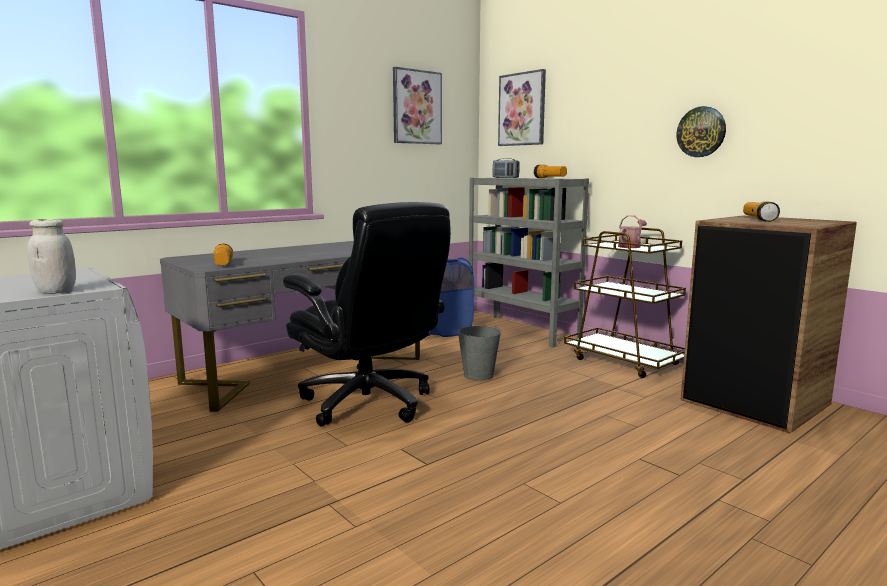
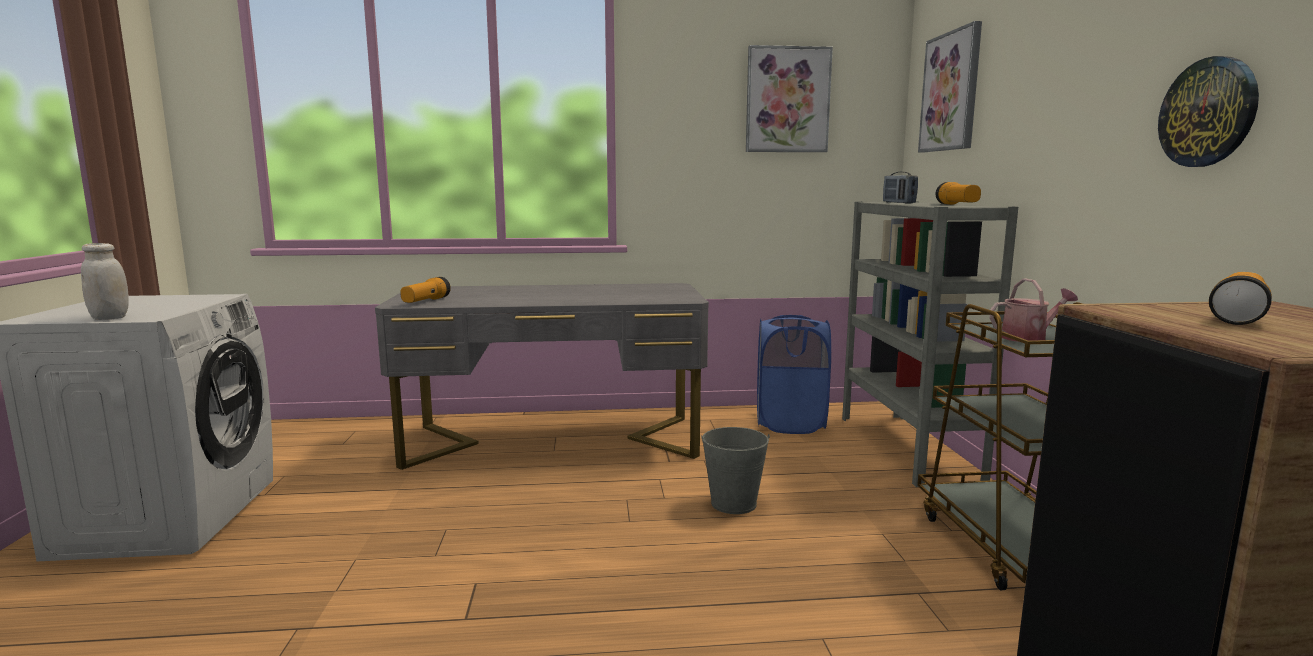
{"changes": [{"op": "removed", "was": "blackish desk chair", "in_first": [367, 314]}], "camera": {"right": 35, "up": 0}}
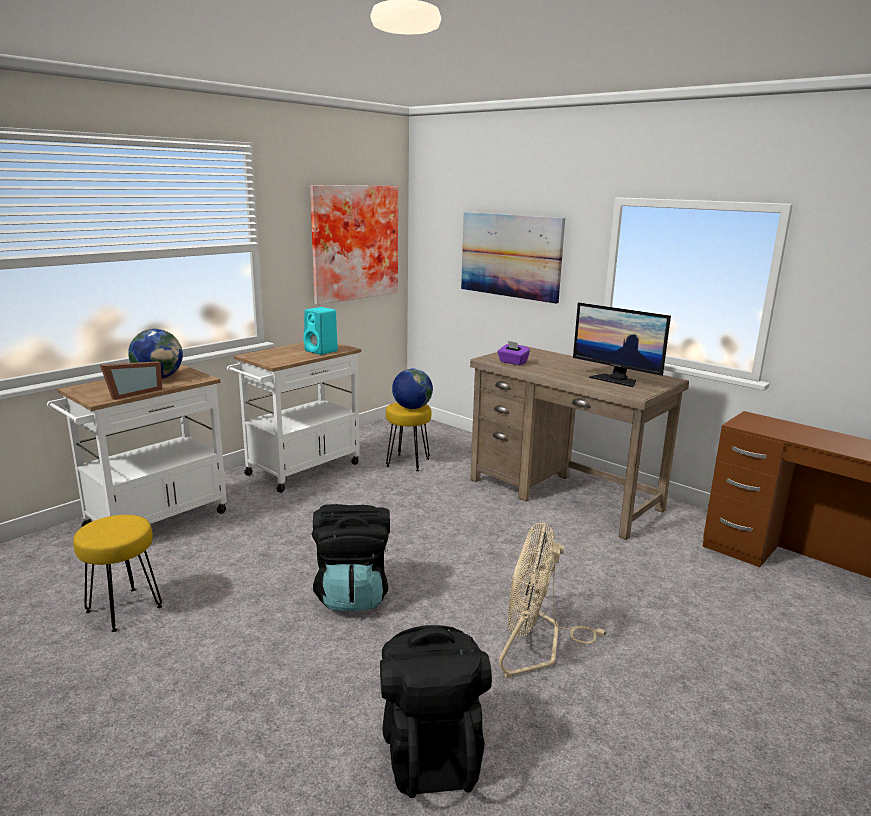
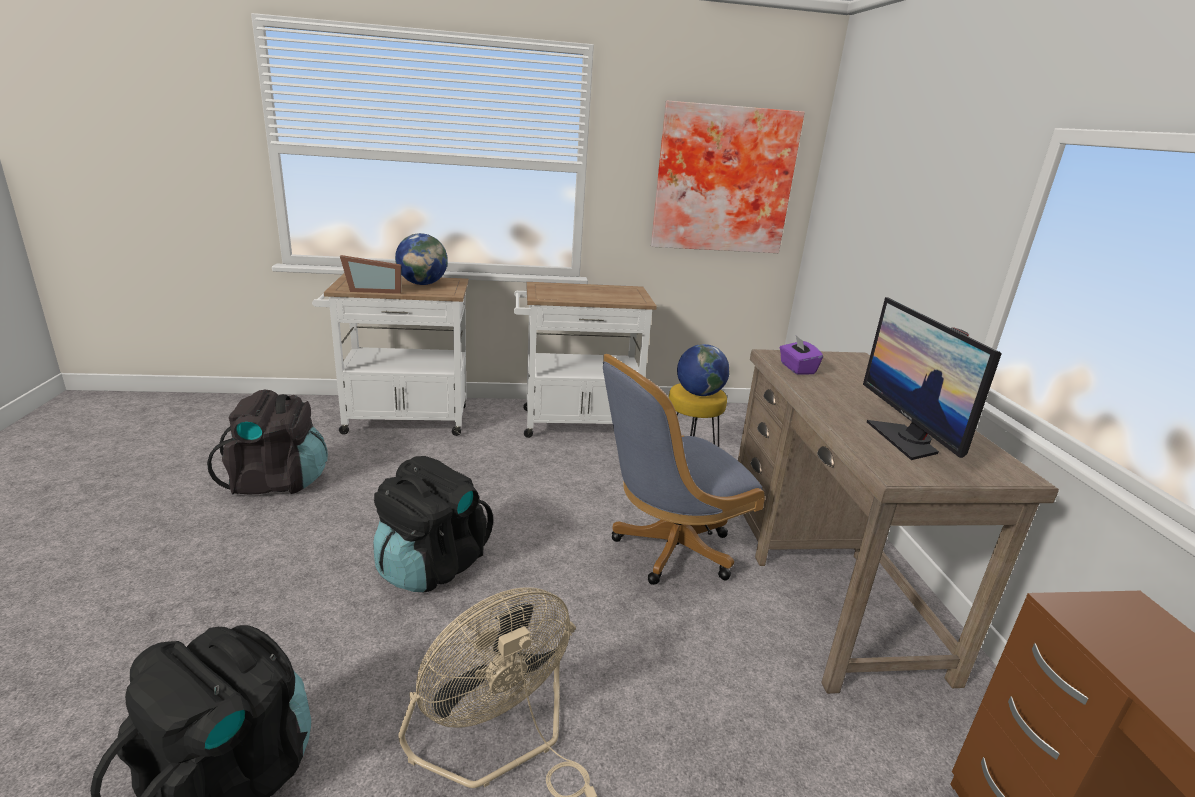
{"changes": [{"op": "replaced", "was": "yellow stool", "now": "blackish rucksack", "in_first": [117, 573], "in_second": [267, 442]}, {"op": "added", "now": "blue-coloured desk chair", "in_second": [684, 469]}, {"op": "removed", "was": "turquoise speaker", "in_first": [320, 331]}, {"op": "removed", "was": "wall art", "in_first": [513, 258]}], "camera": {"right": 40, "up": 5}}
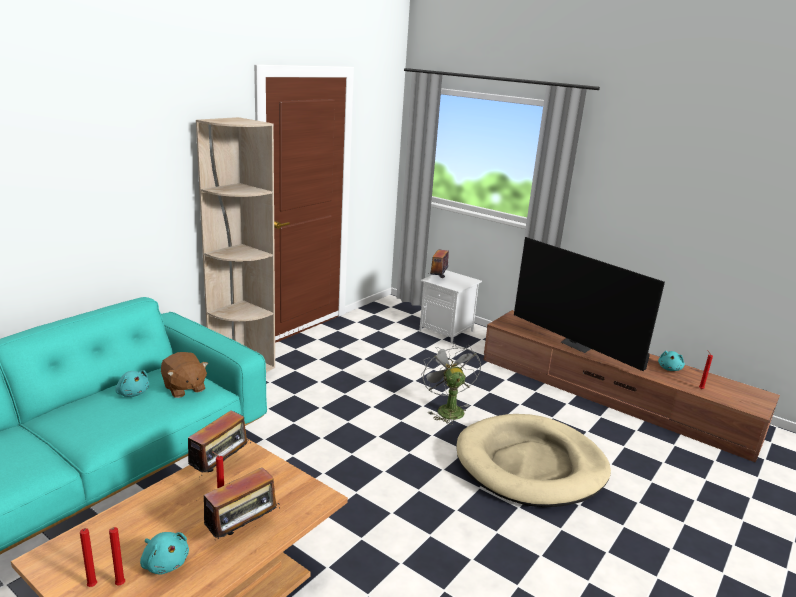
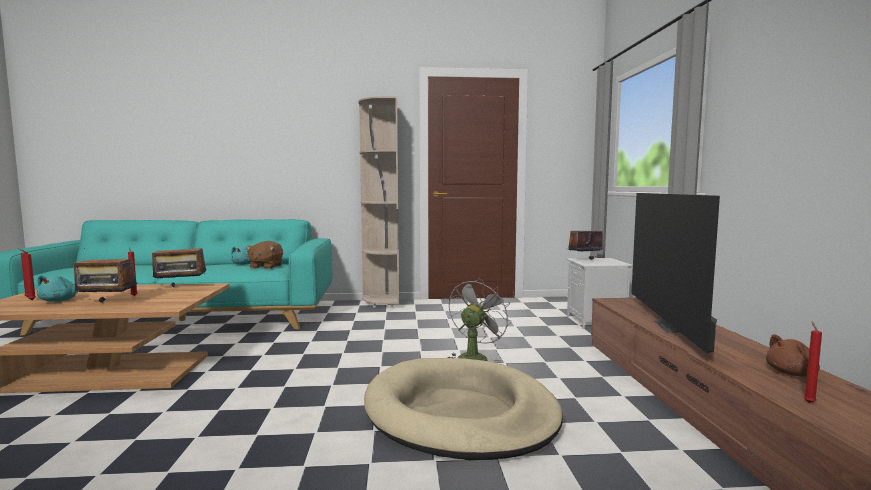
{"changes": [{"op": "recoloured", "was": "turquoise cuddly toy", "now": "brownish cuddly toy", "in_first": [671, 361], "in_second": [793, 355]}], "camera": {"right": 50, "up": -15}}
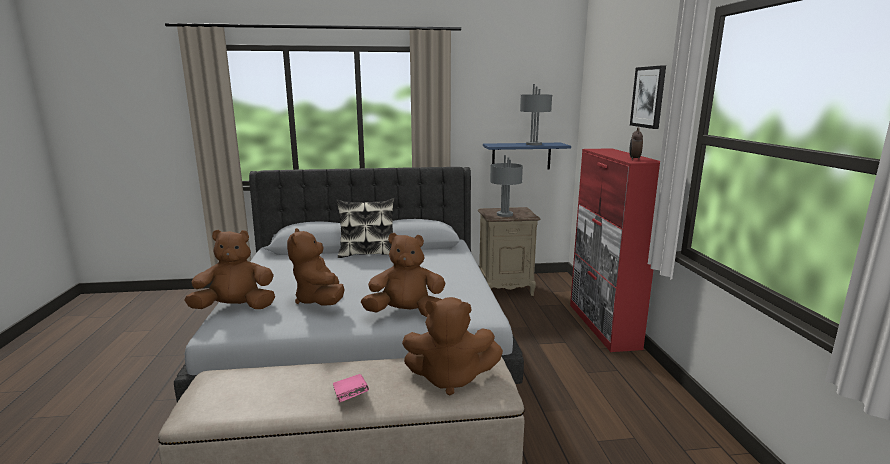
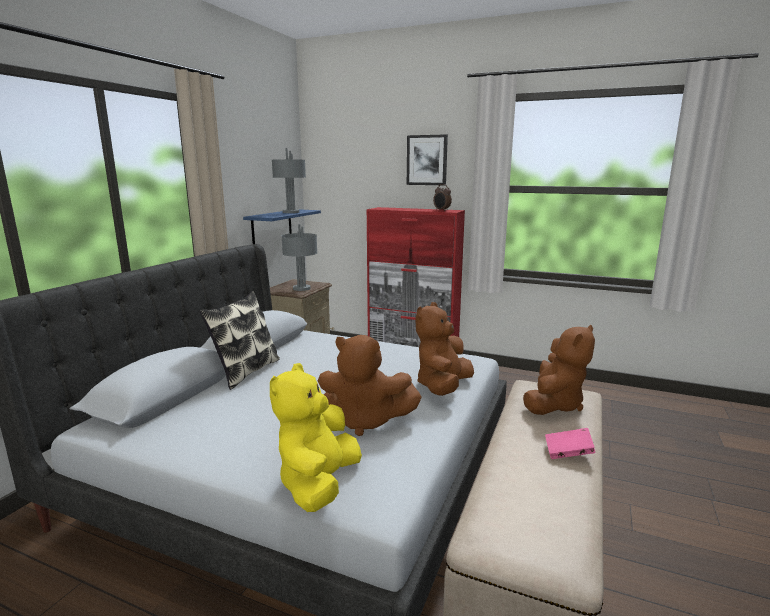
{"changes": [{"op": "recoloured", "was": "brownish cuddly toy", "now": "yellow cuddly toy", "in_first": [229, 269], "in_second": [316, 437]}], "camera": {"right": -60, "up": 0}}
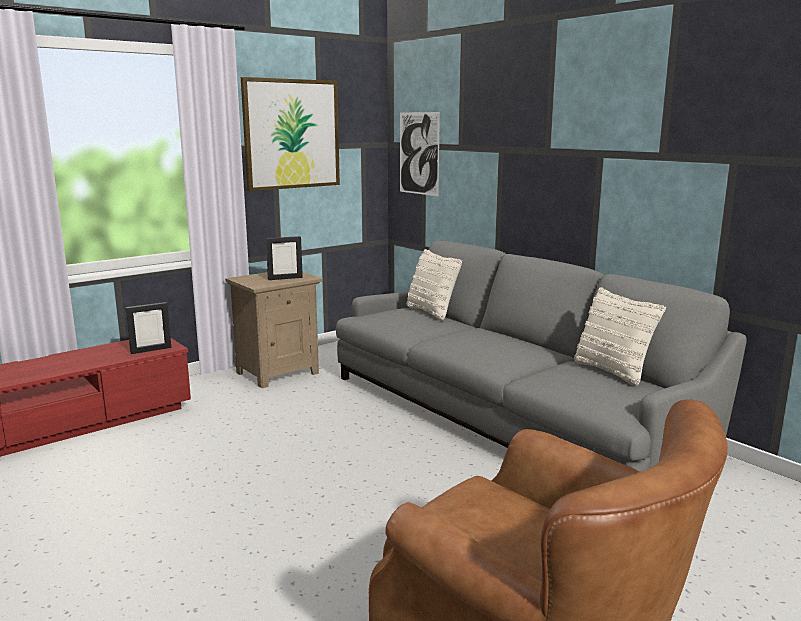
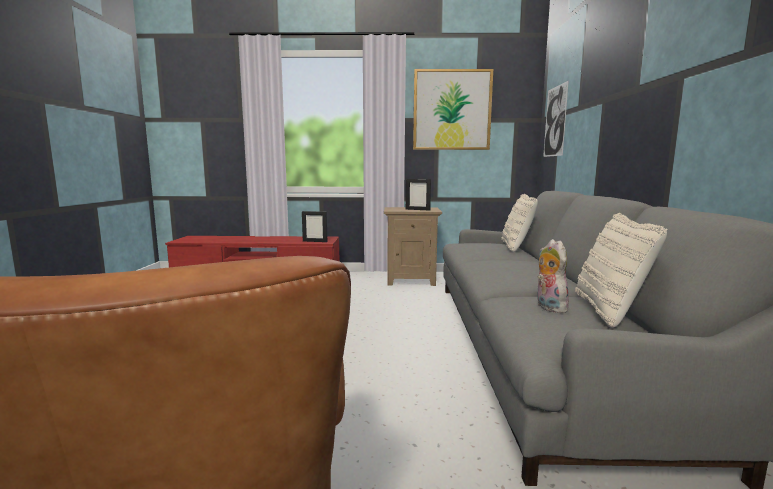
{"changes": [{"op": "added", "now": "cuddly toy", "in_second": [553, 276]}], "camera": {"right": 40, "up": -5}}
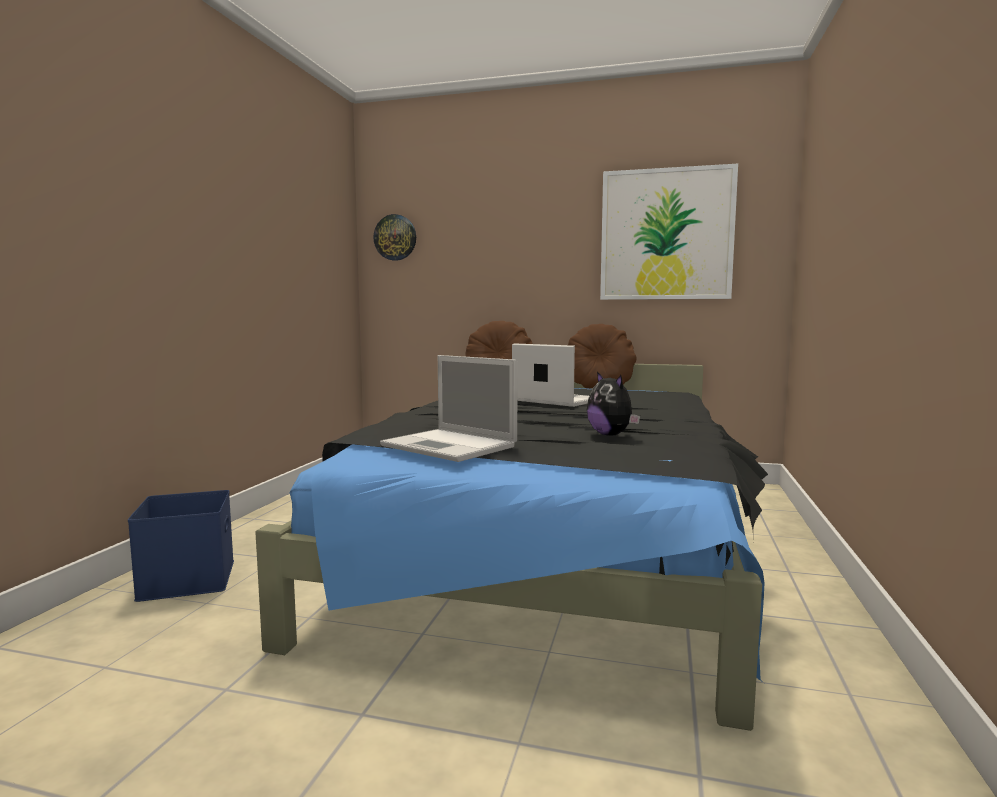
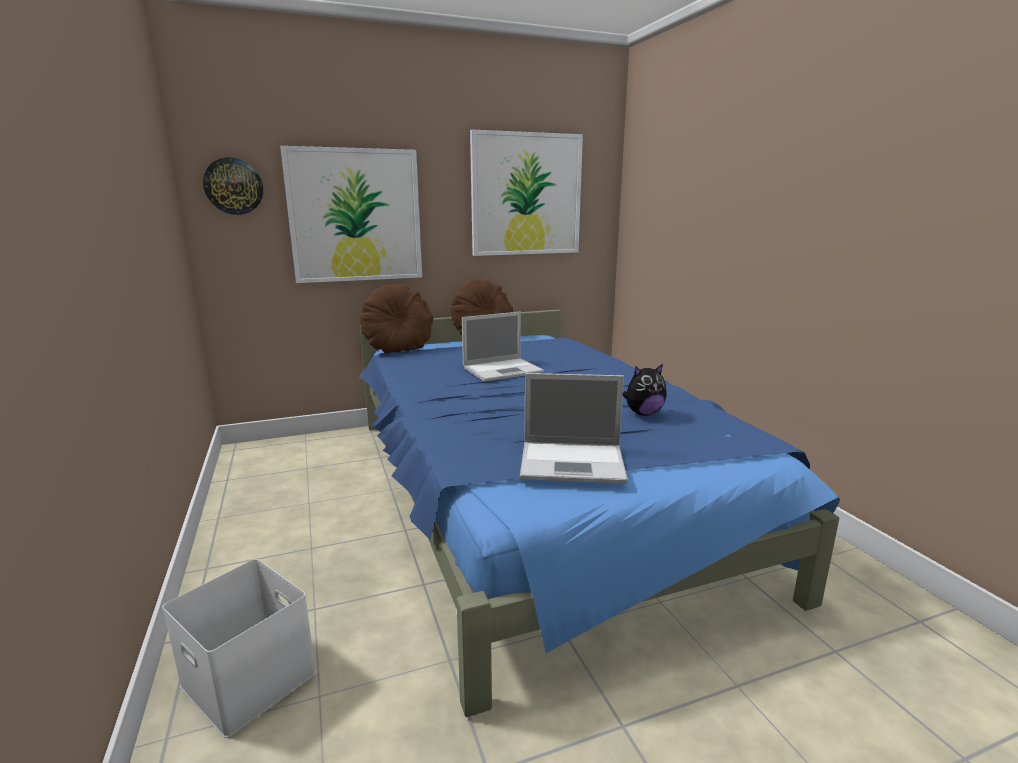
{"changes": [{"op": "recoloured", "was": "blue-coloured storage container", "now": "white storage container", "in_first": [181, 546], "in_second": [239, 648]}, {"op": "added", "now": "wall art", "in_second": [351, 214]}, {"op": "recoloured", "was": "blackish bedroom bed", "now": "blue-coloured bedroom bed", "in_first": [511, 547], "in_second": [599, 513]}, {"op": "turned", "was": "laptop", "in_first": [550, 375], "in_second": [503, 347], "clockwise": 150}, {"op": "turned", "was": "cuddly toy", "in_first": [613, 404], "in_second": [645, 390], "clockwise": -45}], "camera": {"right": -35, "up": 10}}
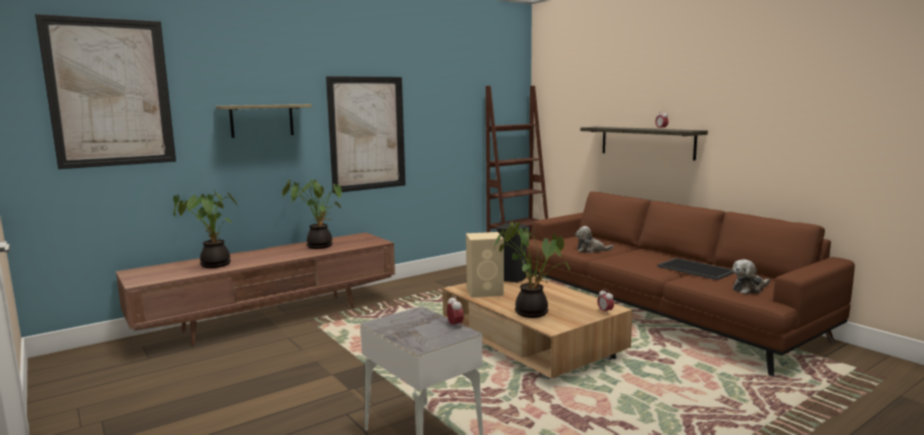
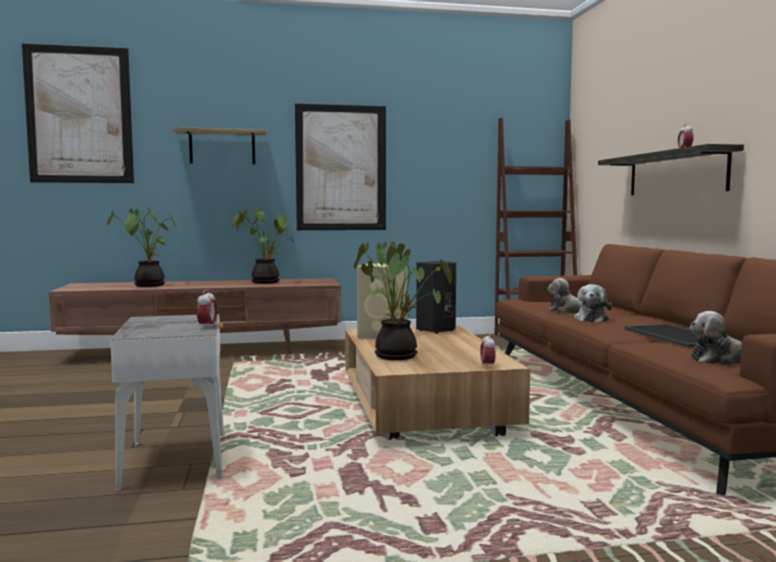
{"changes": [{"op": "added", "now": "cuddly toy", "in_second": [593, 303]}], "camera": {"right": 25, "up": -5}}
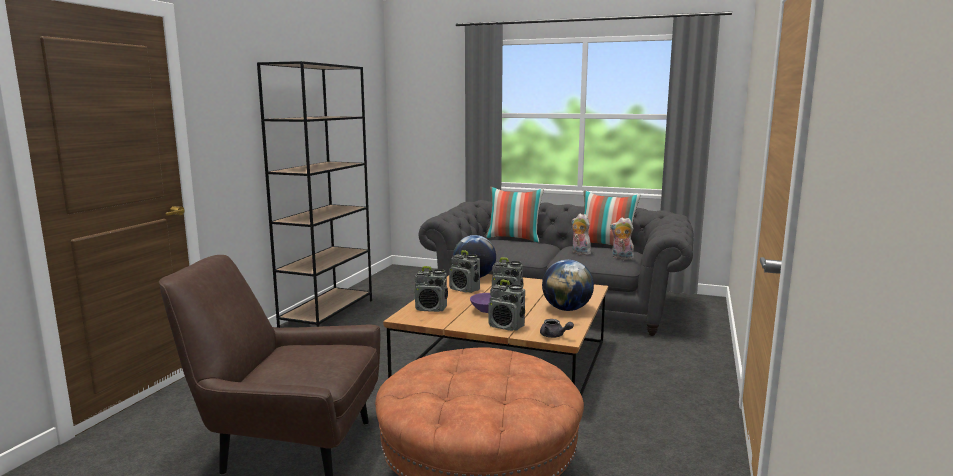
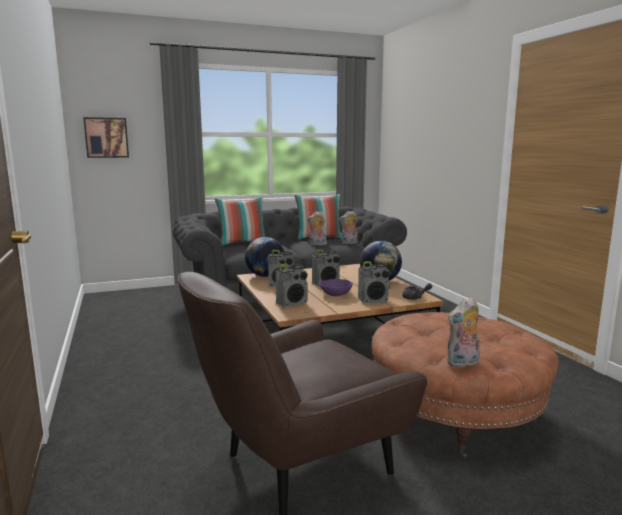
{"changes": [{"op": "added", "now": "wall art", "in_second": [106, 137]}, {"op": "added", "now": "cuddly toy", "in_second": [463, 332]}, {"op": "removed", "was": "sand-coloured shelving unit", "in_first": [314, 194]}], "camera": {"right": -40, "up": 0}}
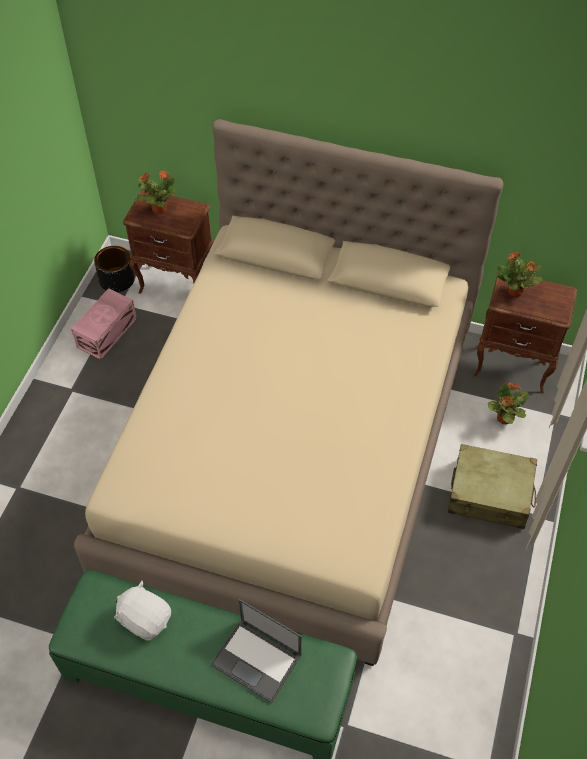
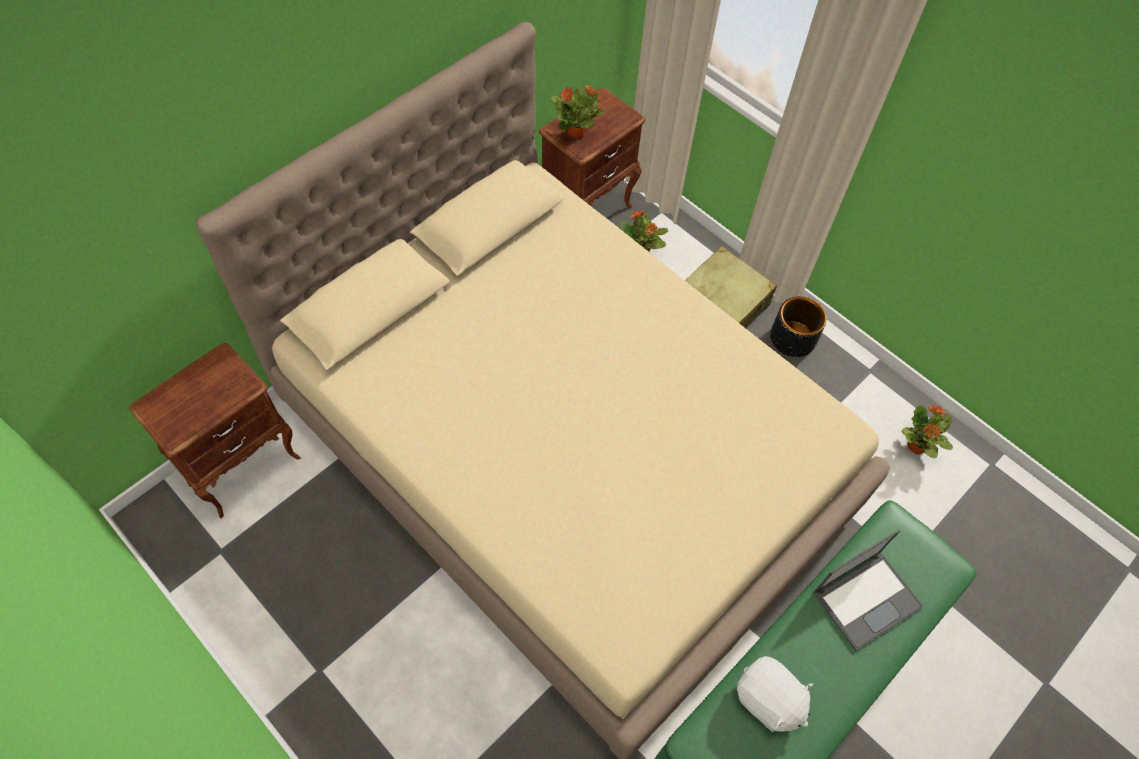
{"changes": [{"op": "turned", "was": "white cuddly toy", "in_first": [142, 611], "in_second": [775, 694], "clockwise": -105}, {"op": "moved", "was": "blackish flower pot", "in_first": [114, 269], "in_second": [798, 326]}, {"op": "moved", "was": "houseplant", "in_first": [156, 192], "in_second": [927, 431]}, {"op": "removed", "was": "pink-coloured storage container", "in_first": [104, 324]}], "camera": {"right": -65, "up": 5}}
